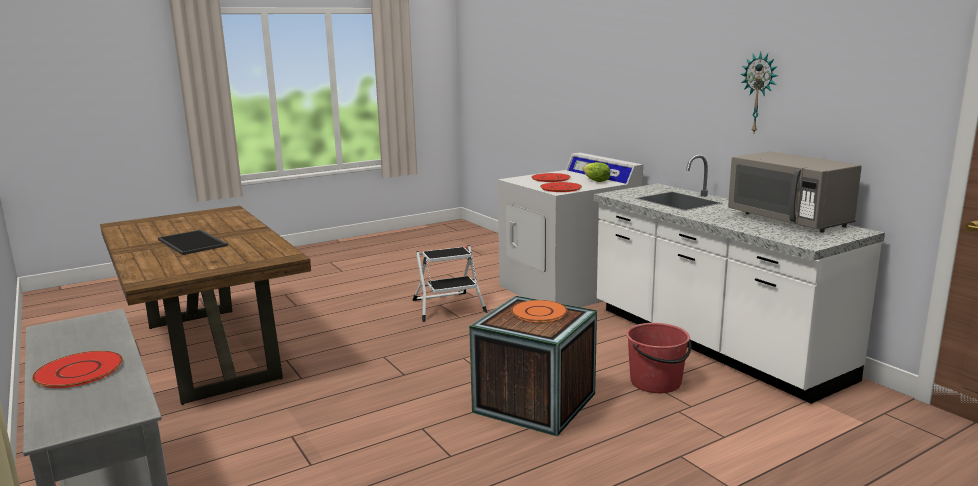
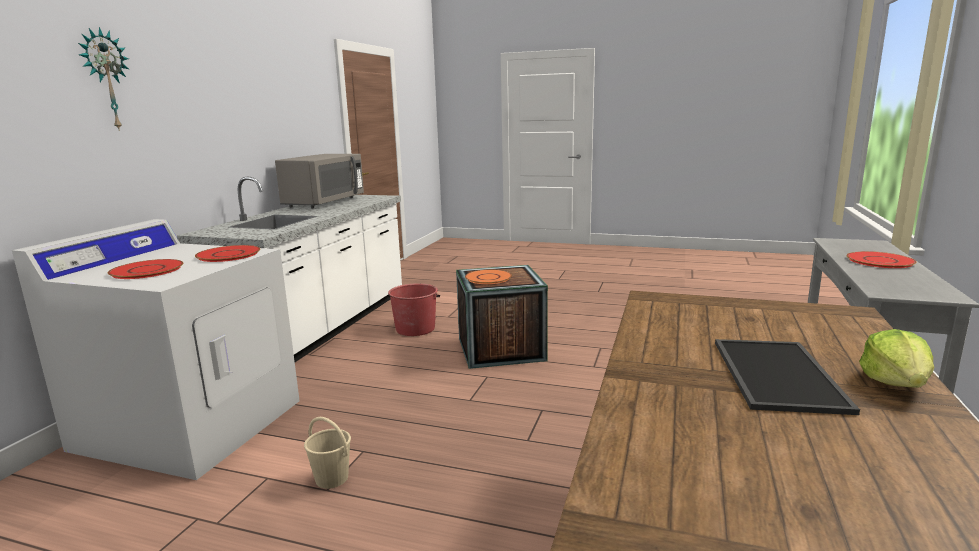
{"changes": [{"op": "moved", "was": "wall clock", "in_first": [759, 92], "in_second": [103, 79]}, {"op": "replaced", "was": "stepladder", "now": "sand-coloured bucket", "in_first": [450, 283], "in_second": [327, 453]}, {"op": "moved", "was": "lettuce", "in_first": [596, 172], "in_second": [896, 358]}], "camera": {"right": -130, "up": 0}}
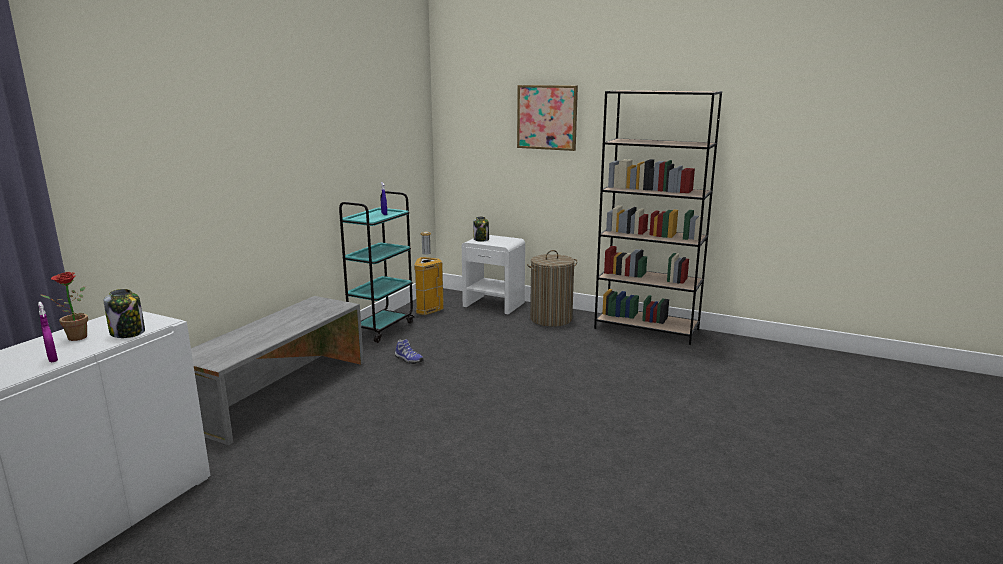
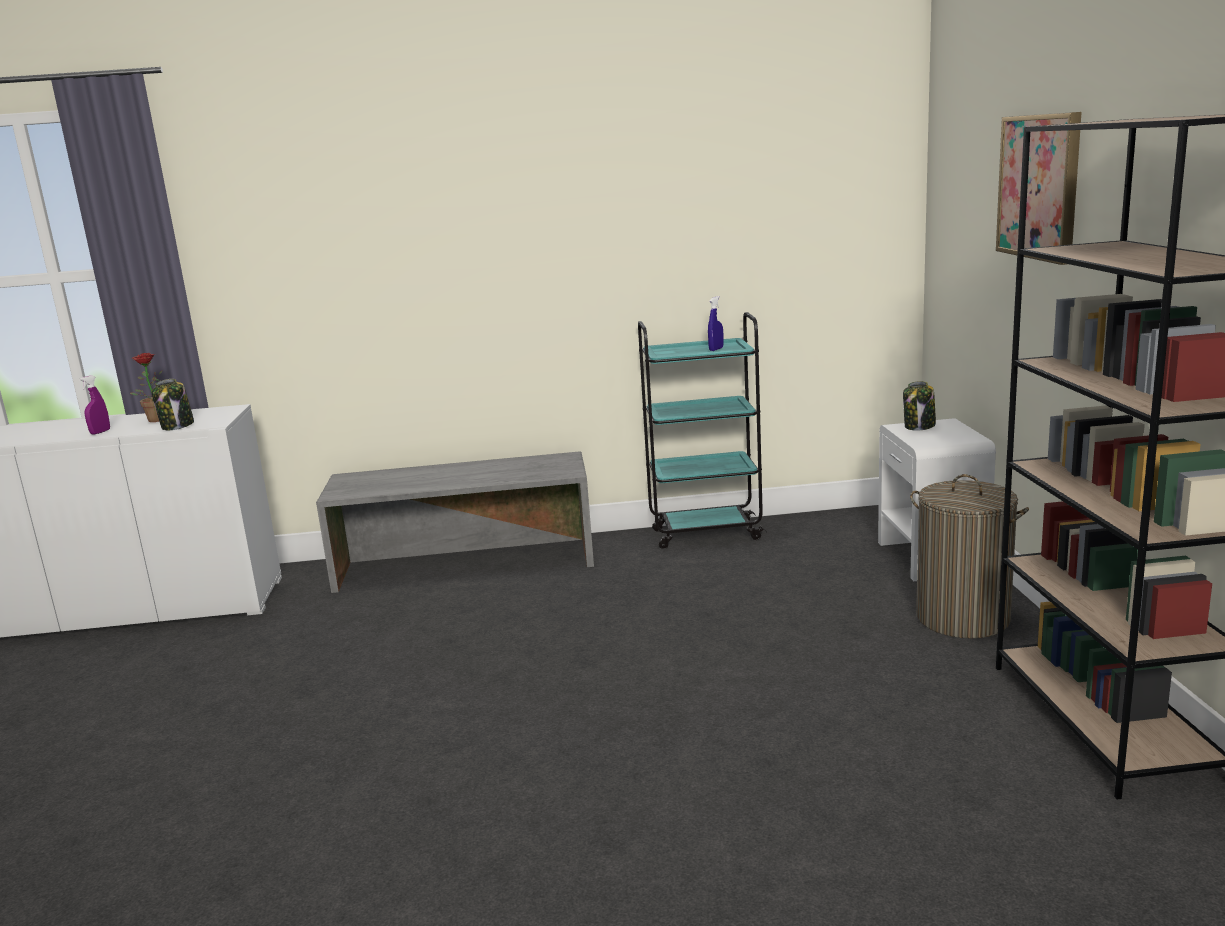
{"changes": [{"op": "removed", "was": "low shoe", "in_first": [409, 351]}, {"op": "removed", "was": "waste bin", "in_first": [429, 273]}], "camera": {"right": 60, "up": 0}}
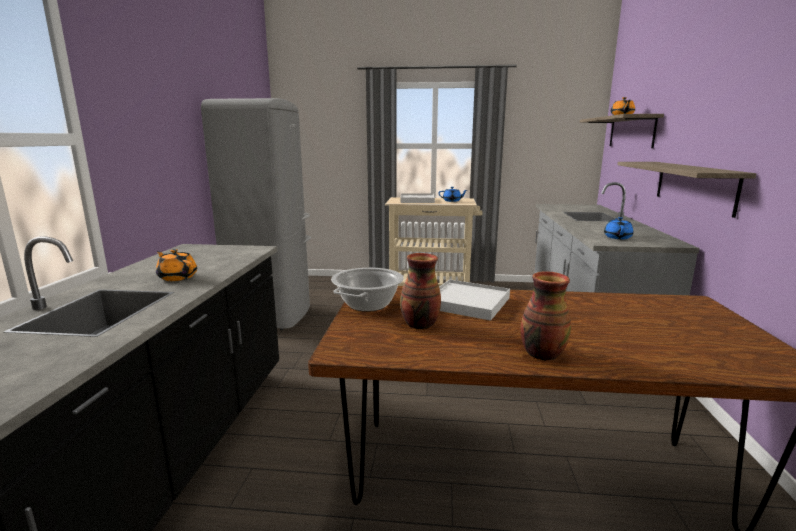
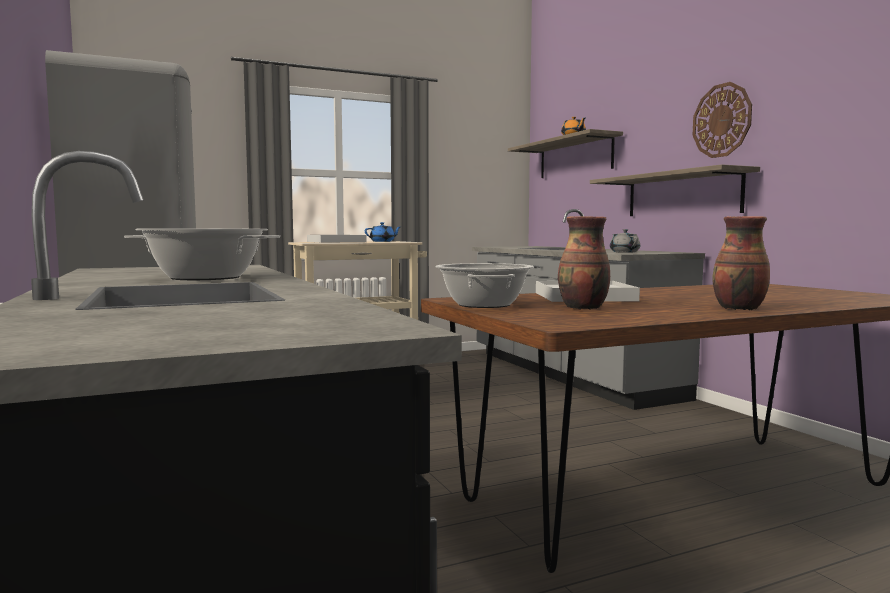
{"changes": [{"op": "replaced", "was": "orangey teapot", "now": "stockpot", "in_first": [176, 265], "in_second": [202, 254]}, {"op": "recoloured", "was": "blue-coloured teapot", "now": "gray teapot", "in_first": [619, 228], "in_second": [625, 241]}, {"op": "added", "now": "wall clock", "in_second": [722, 120]}], "camera": {"right": -30, "up": -10}}
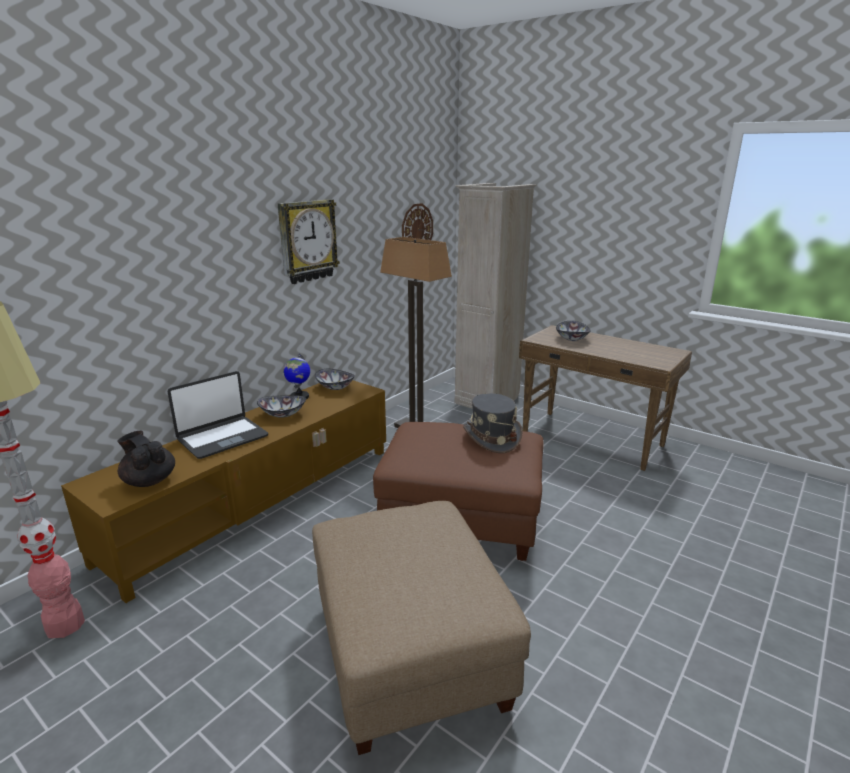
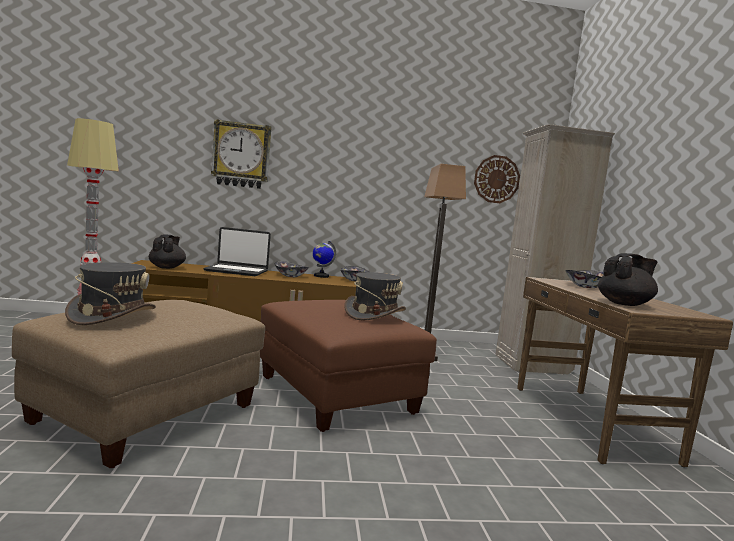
{"changes": [{"op": "added", "now": "gray clothing hat", "in_second": [110, 293]}, {"op": "moved", "was": "wall clock", "in_first": [309, 241], "in_second": [241, 154]}, {"op": "added", "now": "blackish teapot", "in_second": [628, 279]}], "camera": {"right": 45, "up": -15}}
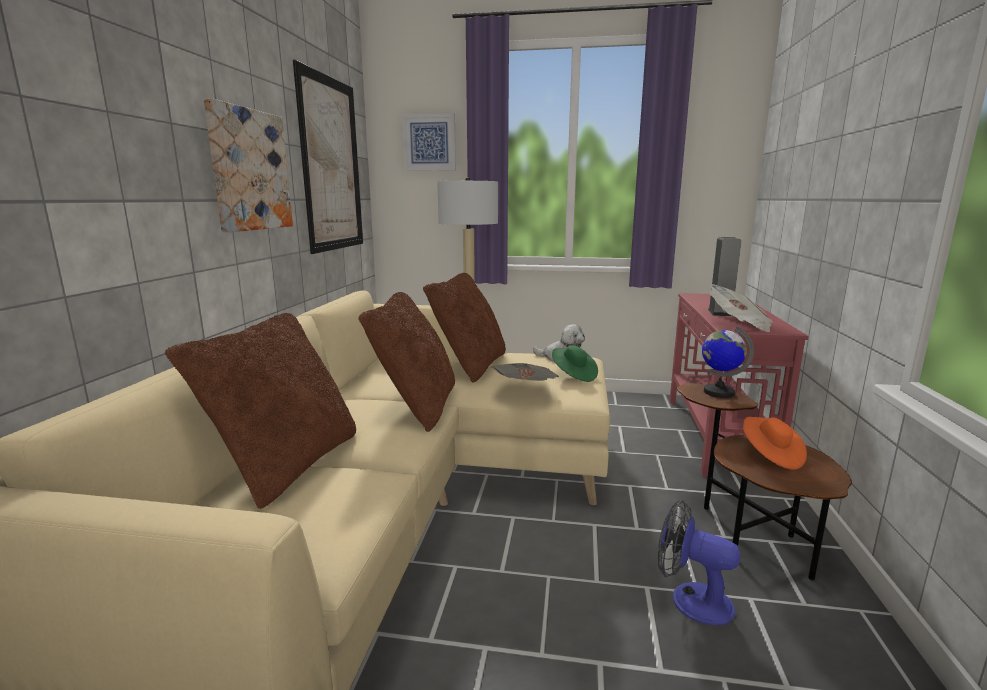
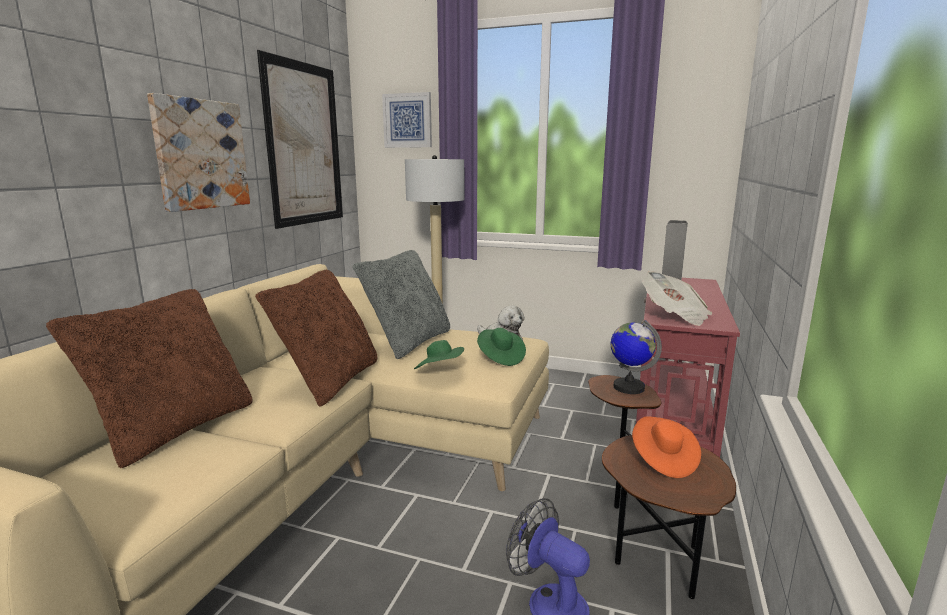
{"changes": [{"op": "recoloured", "was": "brownish cushion", "now": "gray cushion", "in_first": [464, 328], "in_second": [401, 304]}, {"op": "replaced", "was": "printed paper", "now": "green clothing hat", "in_first": [524, 372], "in_second": [439, 354]}], "camera": {"right": 10, "up": 0}}
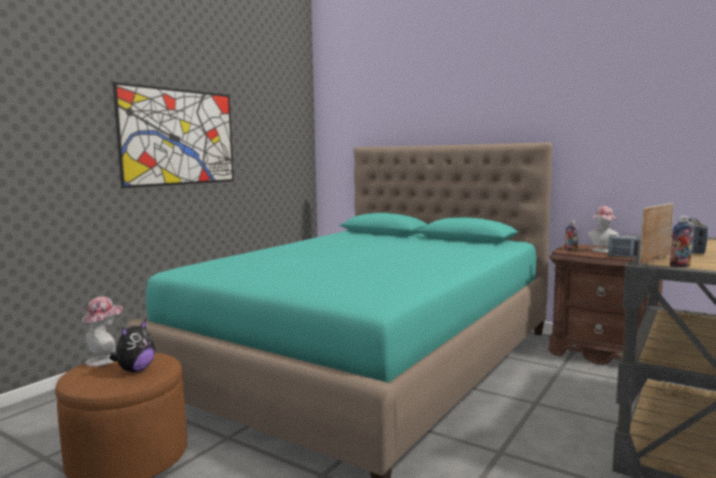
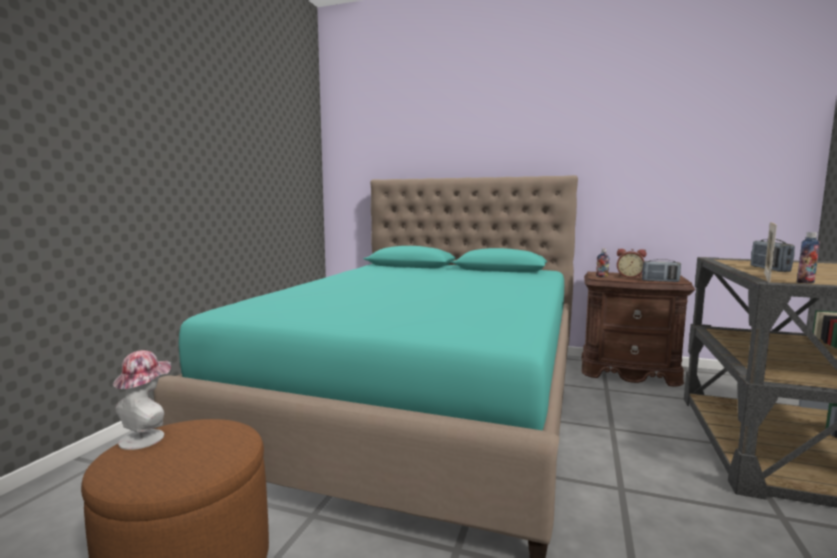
{"changes": [{"op": "replaced", "was": "clothing hat", "now": "table clock", "in_first": [603, 229], "in_second": [631, 263]}, {"op": "removed", "was": "cuddly toy", "in_first": [132, 346]}, {"op": "removed", "was": "wall art", "in_first": [173, 135]}], "camera": {"right": -15, "up": 0}}
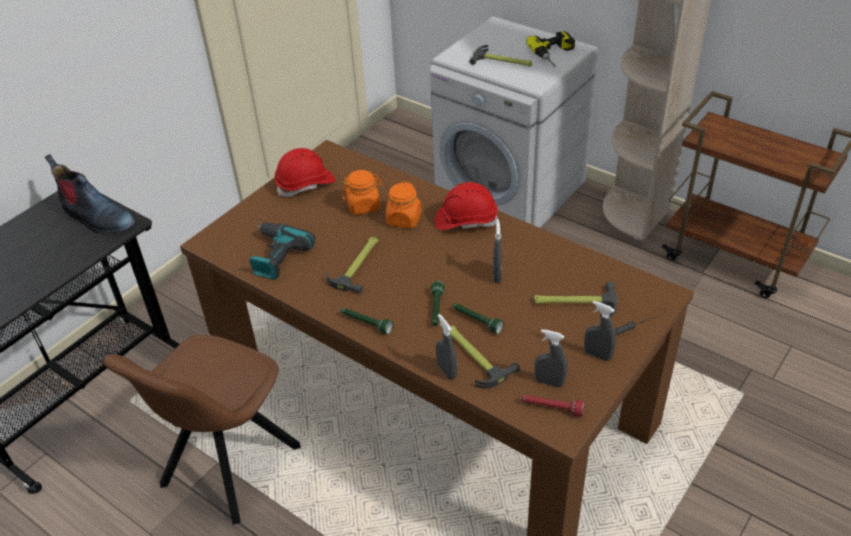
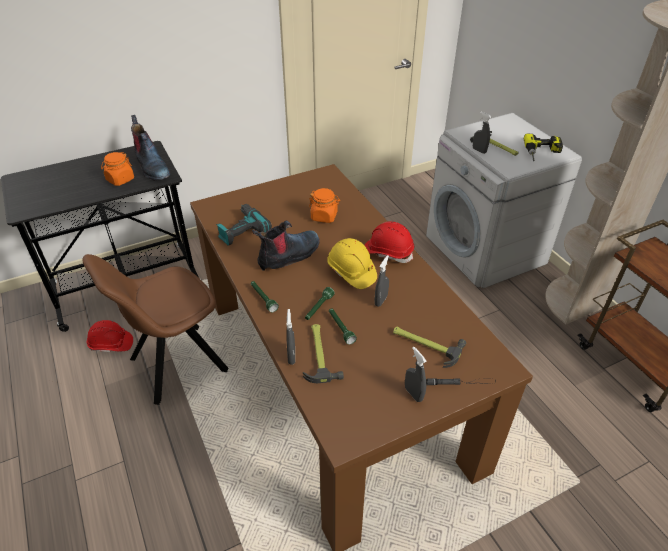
{"changes": [{"op": "moved", "was": "red-coloured safety helmet", "in_first": [304, 172], "in_second": [110, 336]}, {"op": "moved", "was": "orangey jar", "in_first": [404, 204], "in_second": [117, 169]}, {"op": "replaced", "was": "tool hammer", "now": "boot", "in_first": [352, 265], "in_second": [286, 246]}, {"op": "added", "now": "yellow safety helmet", "in_second": [352, 263]}, {"op": "moved", "was": "gray hand sprayer", "in_first": [550, 358], "in_second": [482, 133]}, {"op": "removed", "was": "red-coloured torch", "in_first": [553, 406]}], "camera": {"right": 25, "up": 0}}
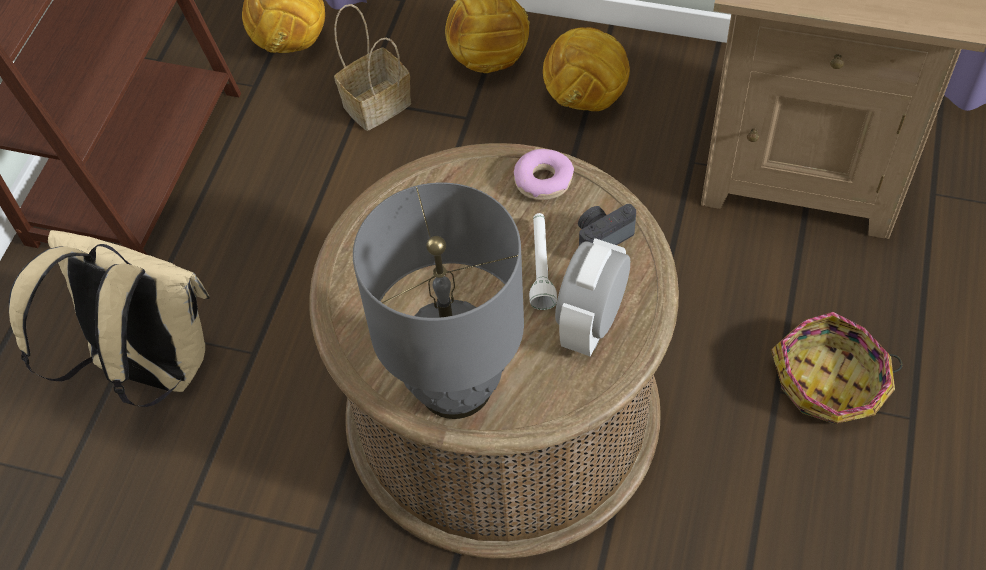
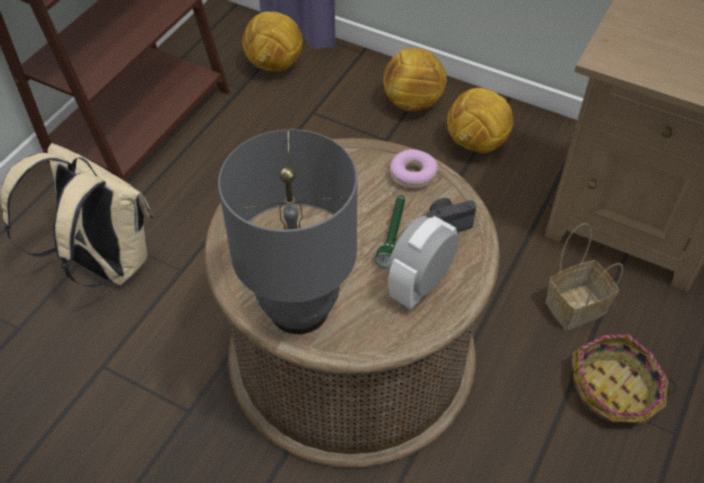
{"changes": [{"op": "recoloured", "was": "white torch", "now": "green torch", "in_first": [543, 261], "in_second": [390, 231]}, {"op": "moved", "was": "basket", "in_first": [372, 67], "in_second": [584, 276]}], "camera": {"right": 10, "up": -5}}
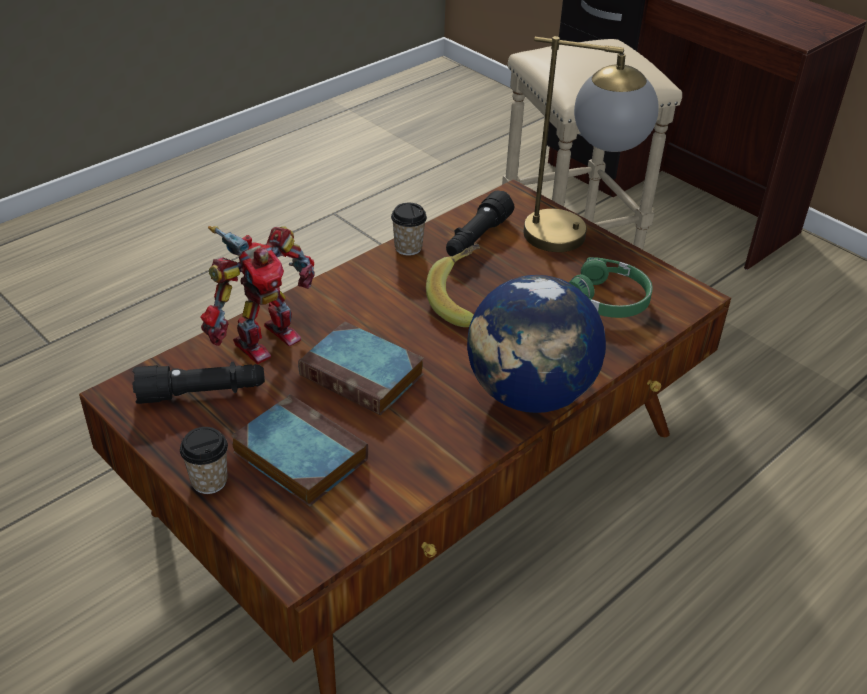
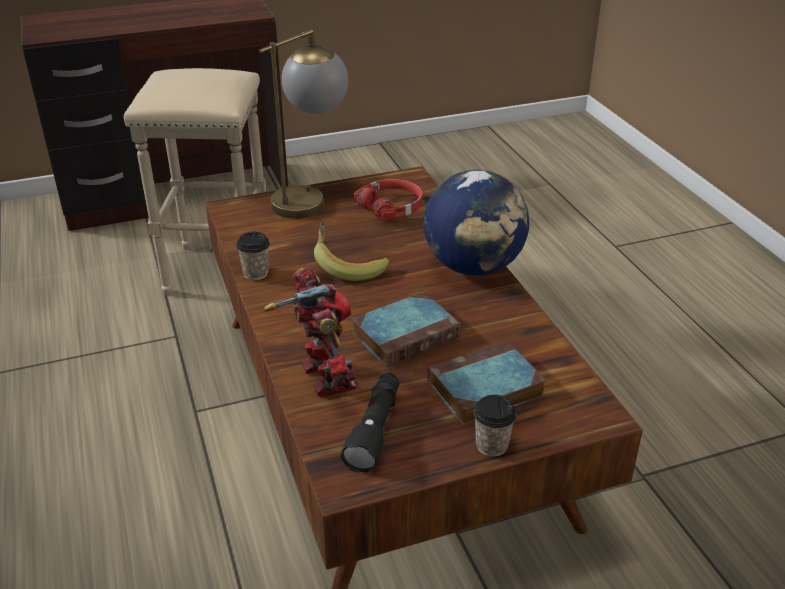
{"changes": [{"op": "recoloured", "was": "green pair of headphones", "now": "red-coloured pair of headphones", "in_first": [611, 287], "in_second": [388, 199]}, {"op": "removed", "was": "blackish torch", "in_first": [480, 223]}], "camera": {"right": -65, "up": -5}}
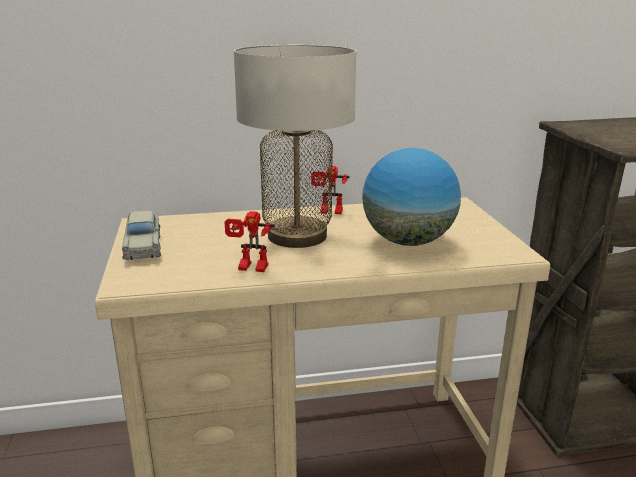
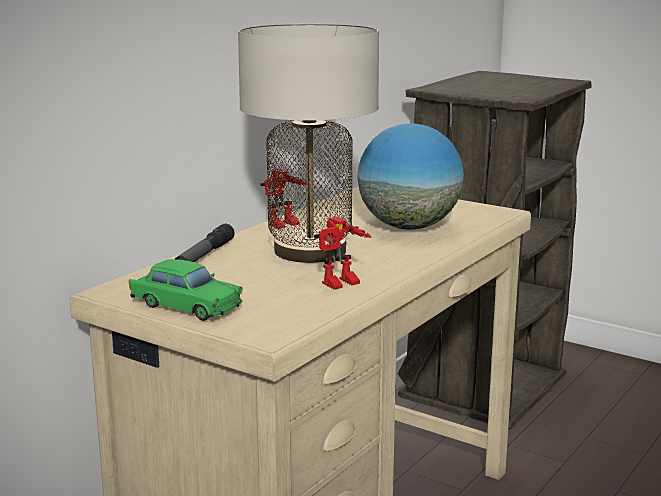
{"changes": [{"op": "recoloured", "was": "sand-coloured toy car", "now": "green toy car", "in_first": [141, 235], "in_second": [186, 290]}, {"op": "added", "now": "torch", "in_second": [205, 243]}], "camera": {"right": -45, "up": -5}}
